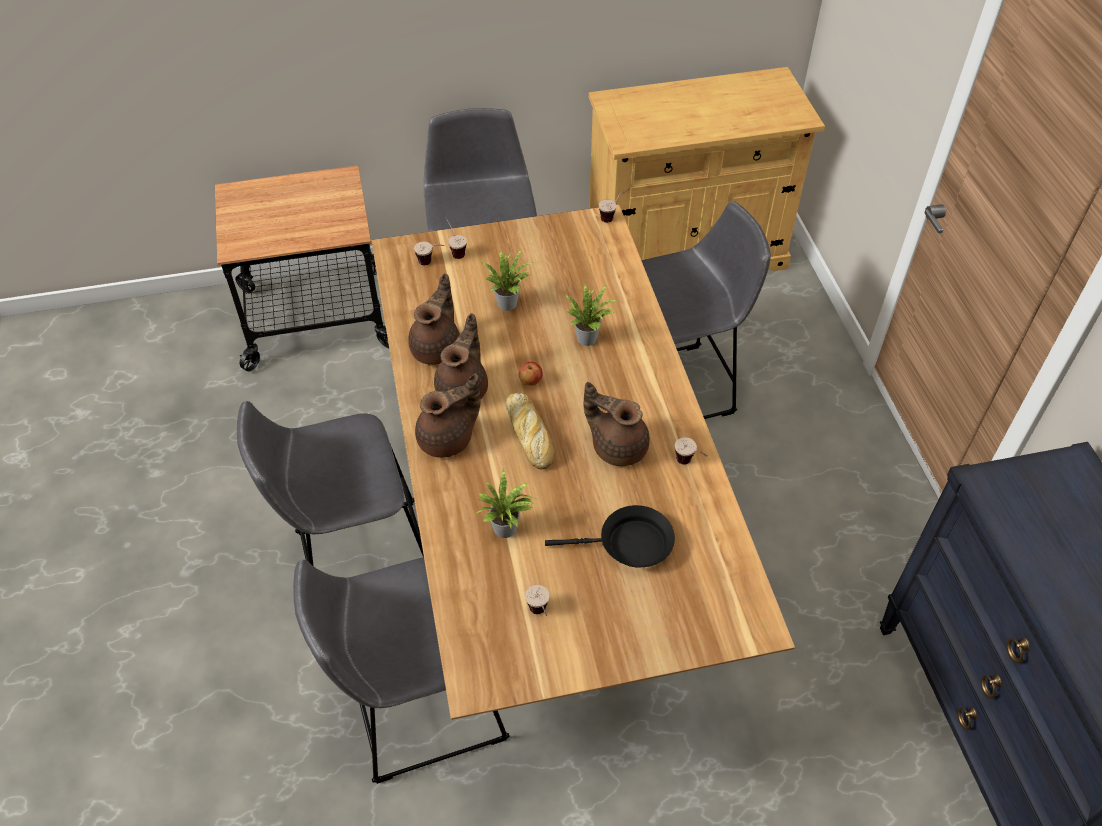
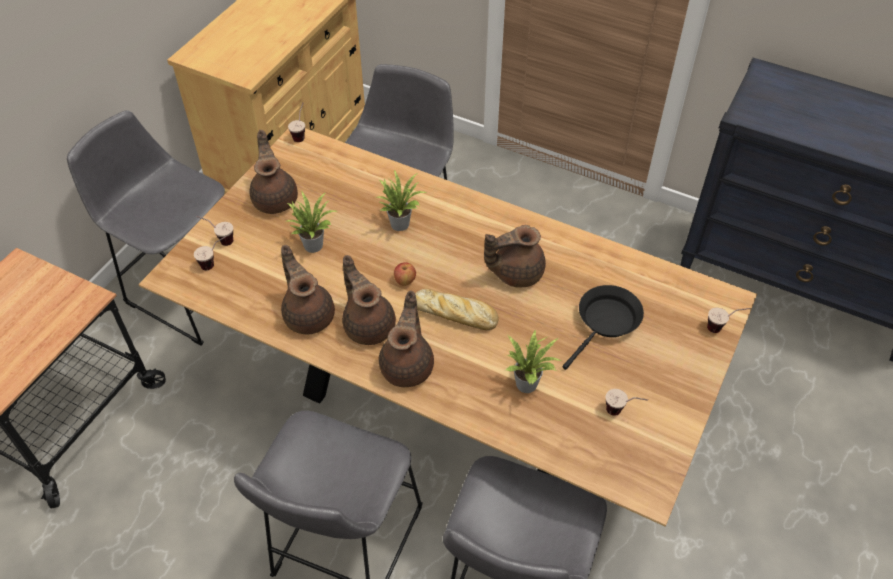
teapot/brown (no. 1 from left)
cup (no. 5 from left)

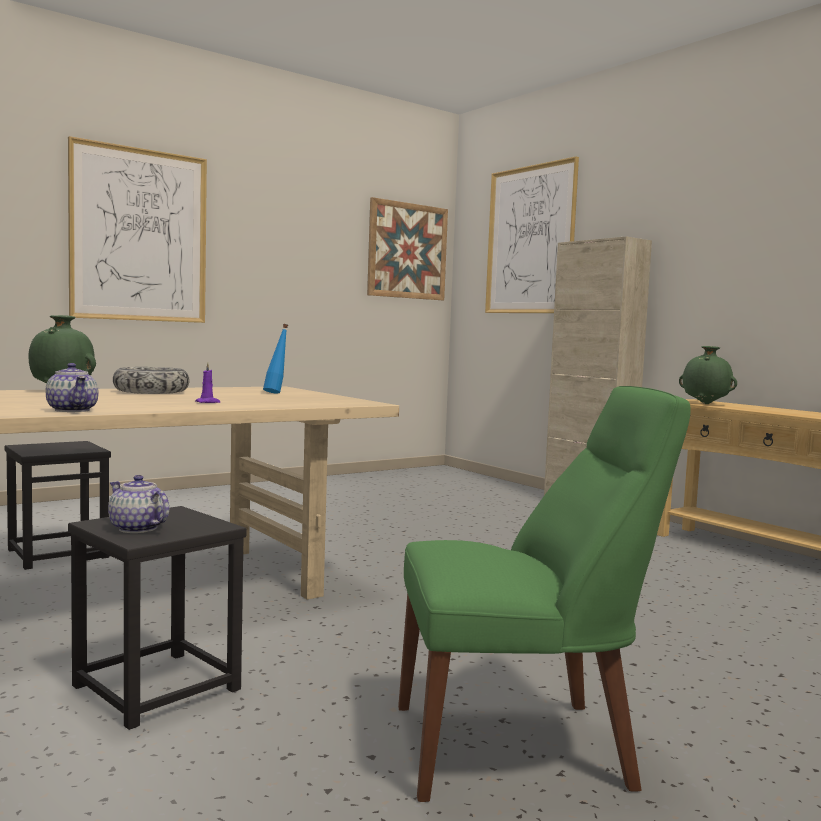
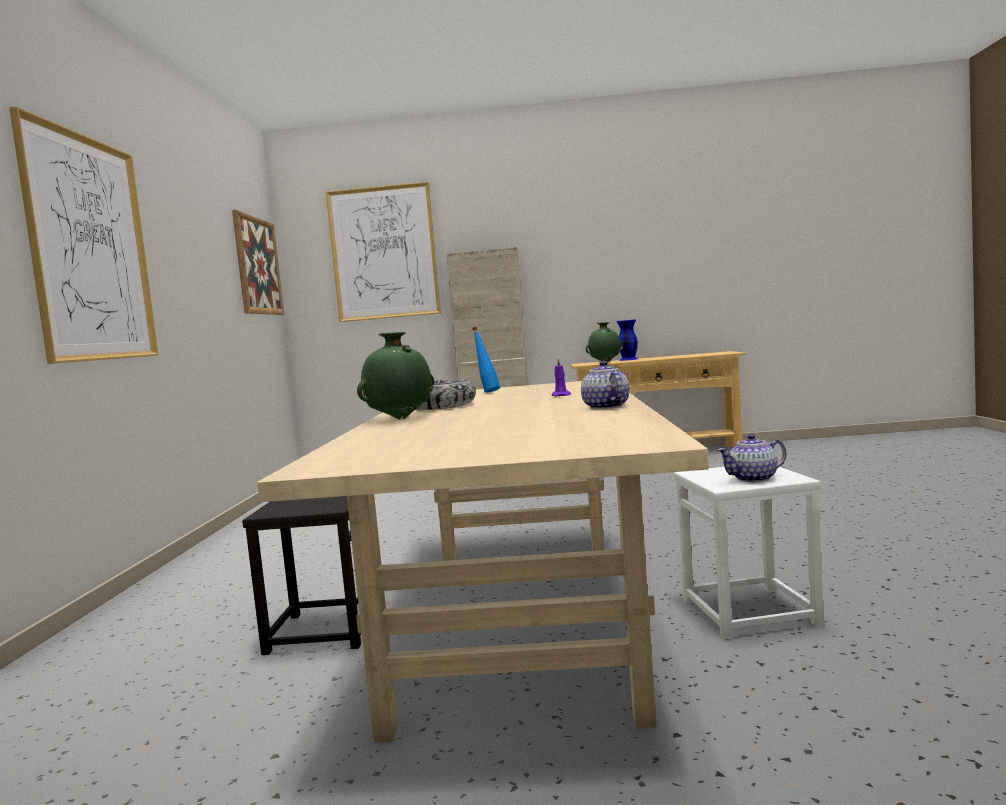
chair/green
vase/blue
stool/white
teapot (no. 1 from left)

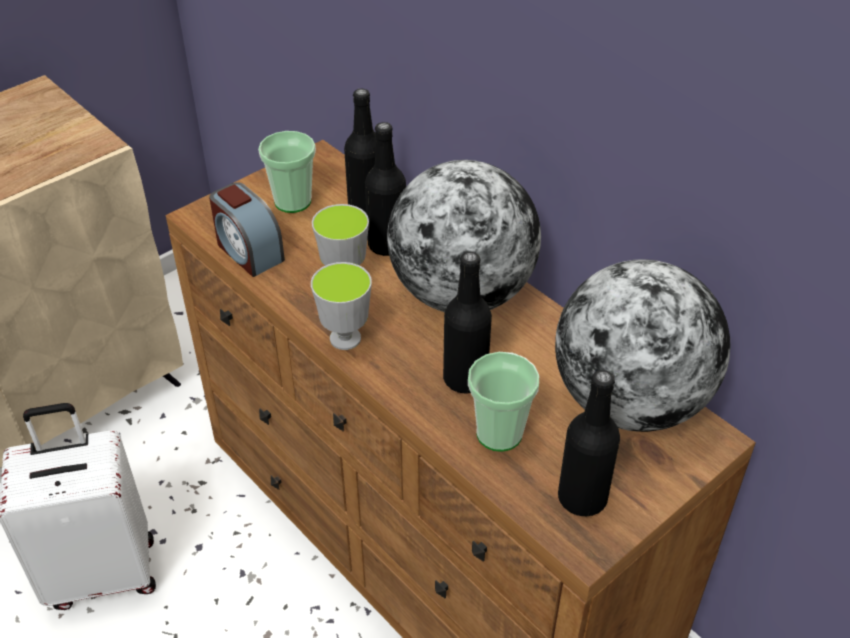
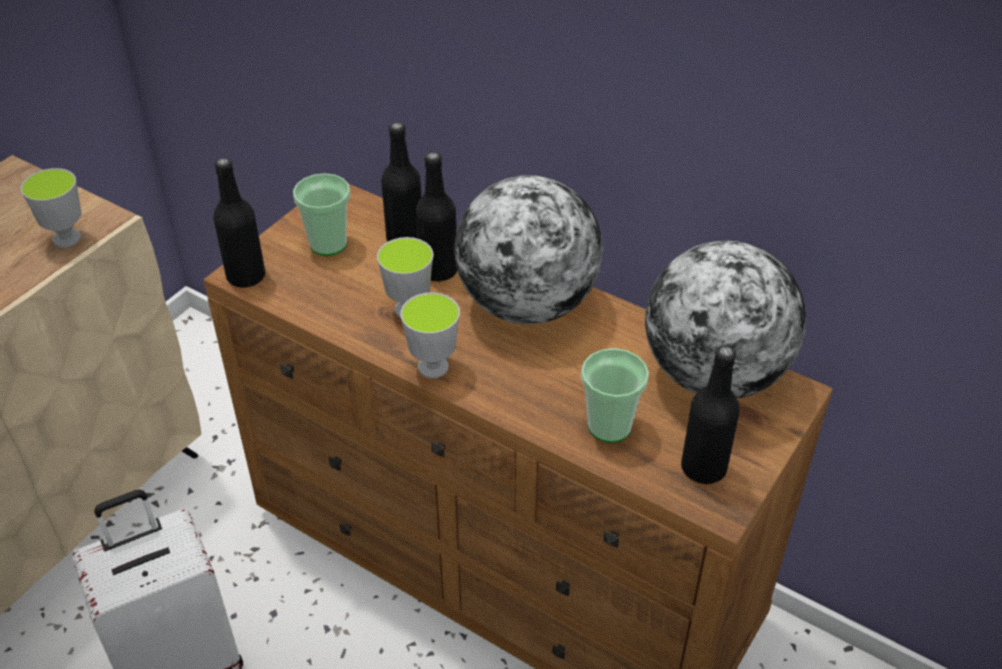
alarm clock
cup (no. 1 from left)
bottle/black (no. 1 from left)

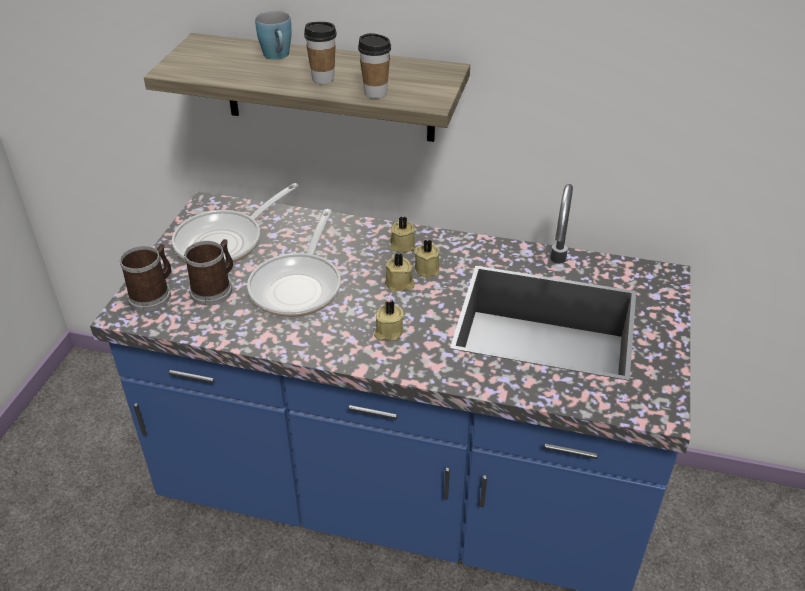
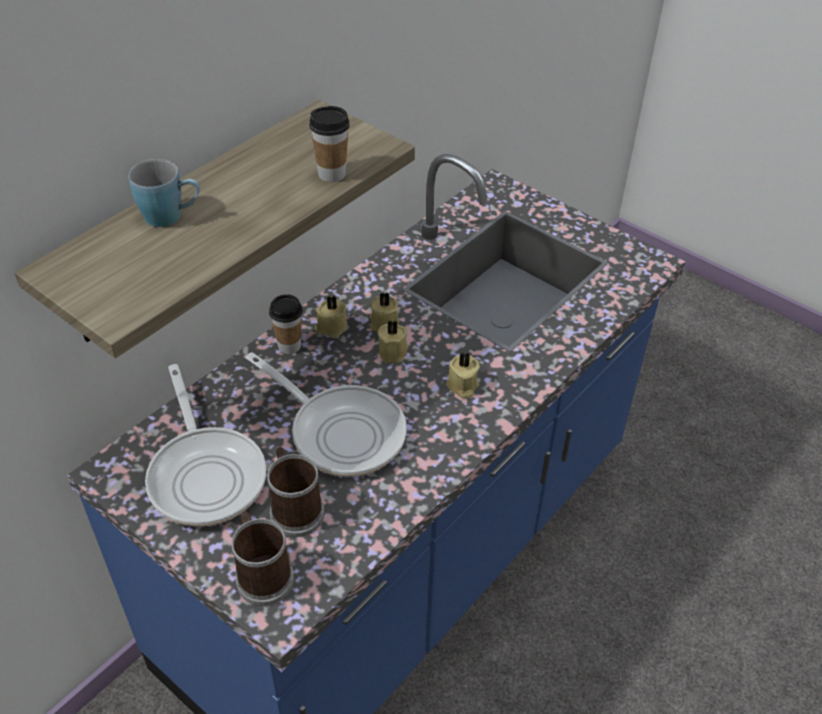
cup (no. 1 from left)

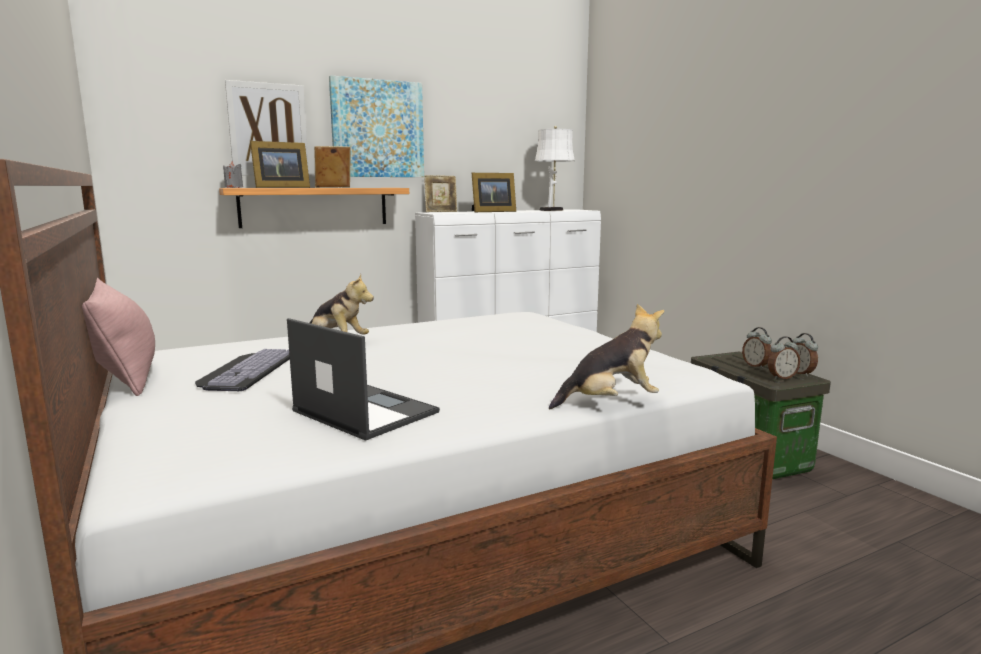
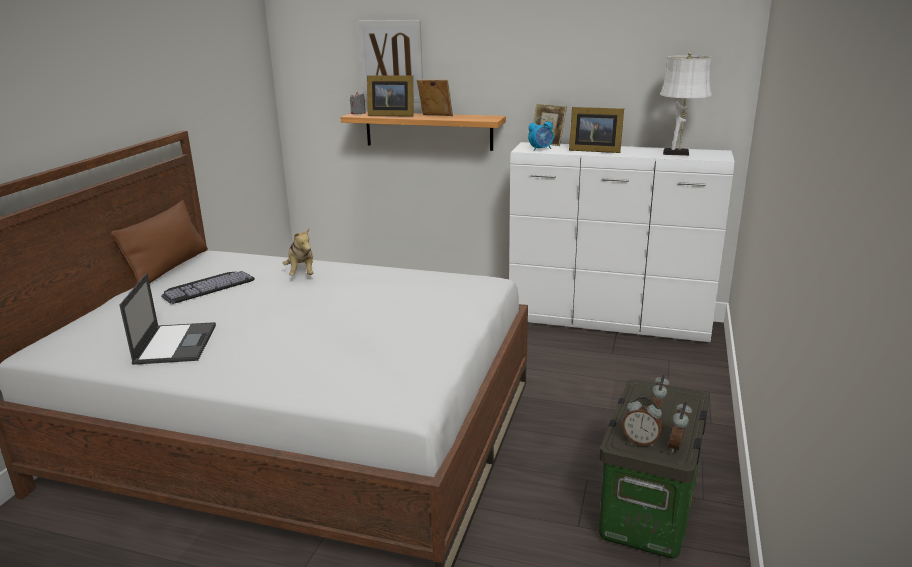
picture (no. 2 from left in the first image)
plush toy (no. 2 from left in the first image)
alarm clock (no. 1 from left)
pillow/brown

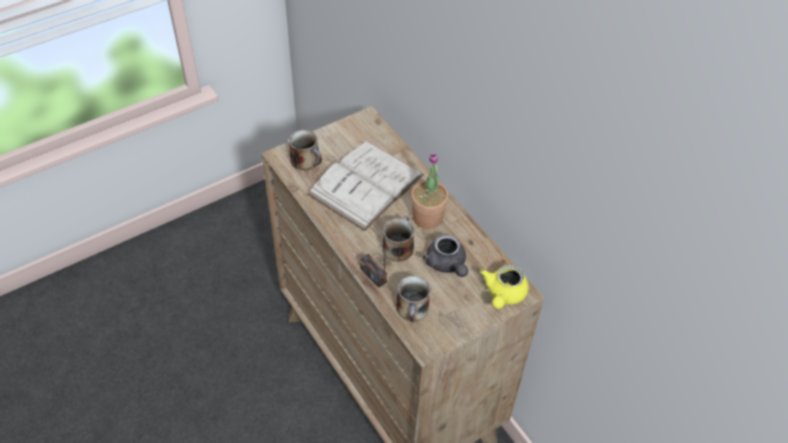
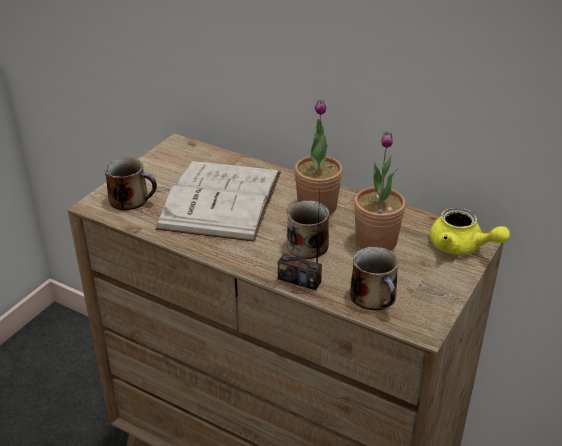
potted plant (no. 2 from left)
teapot/yellow

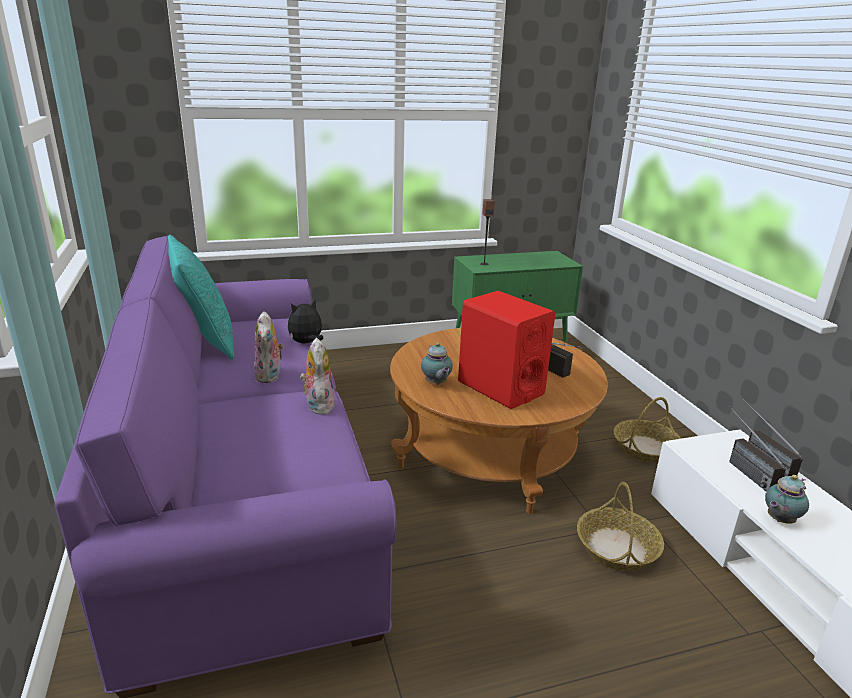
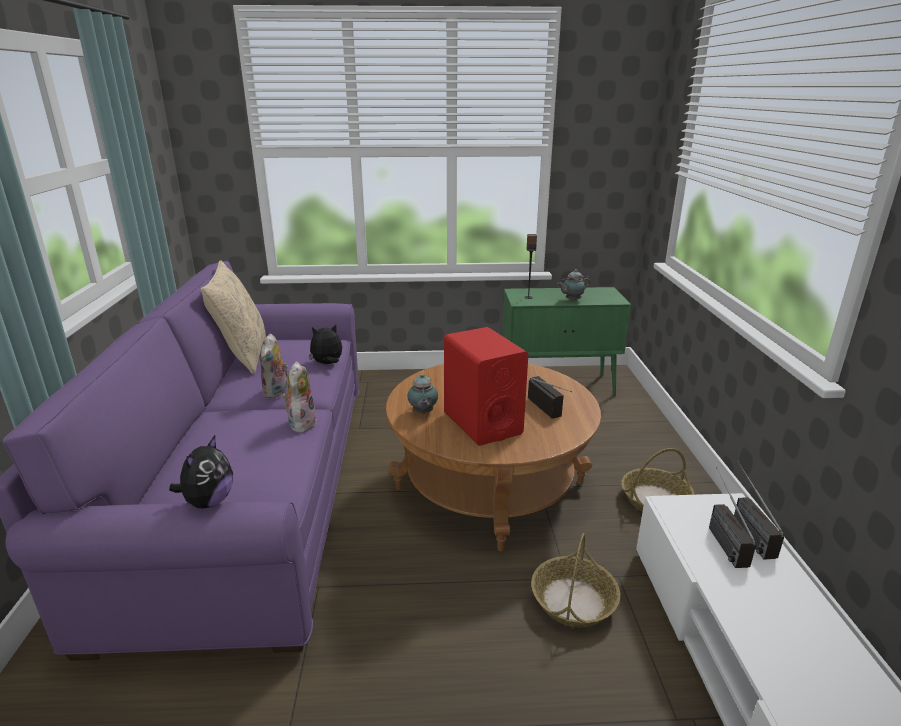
plush toy (no. 1 from left)
teapot (no. 2 from left)
pillow/beige

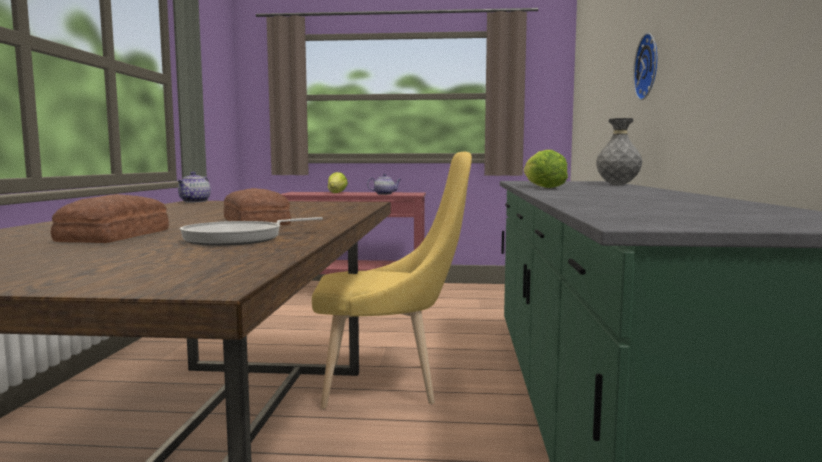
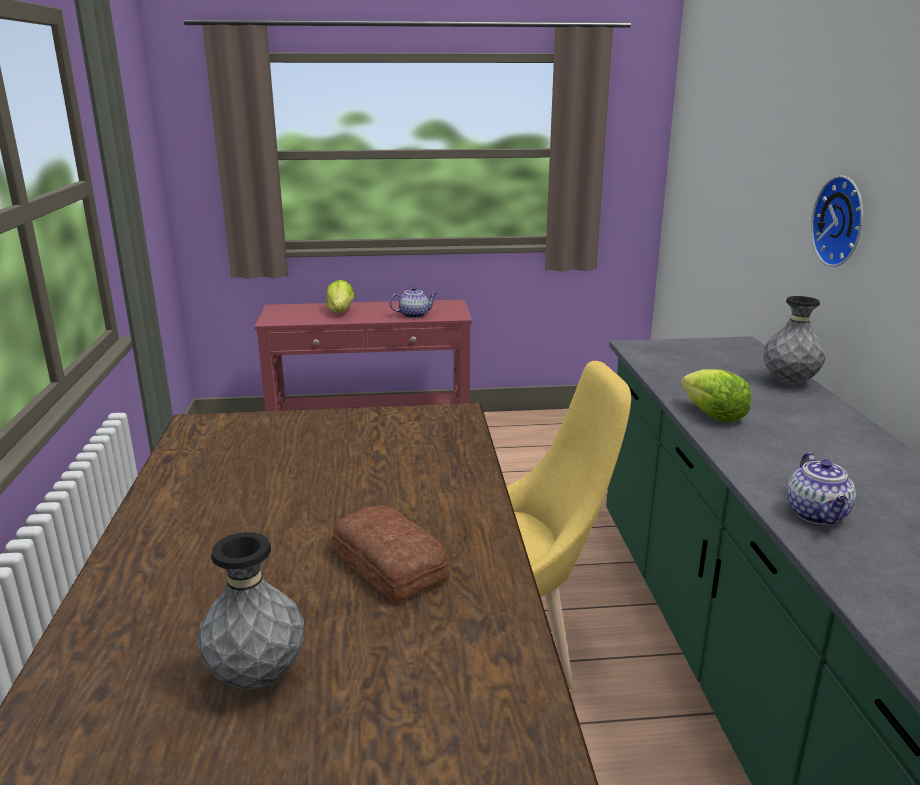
frying pan
teapot (no. 2 from left)
vase/grey (no. 1 from left)

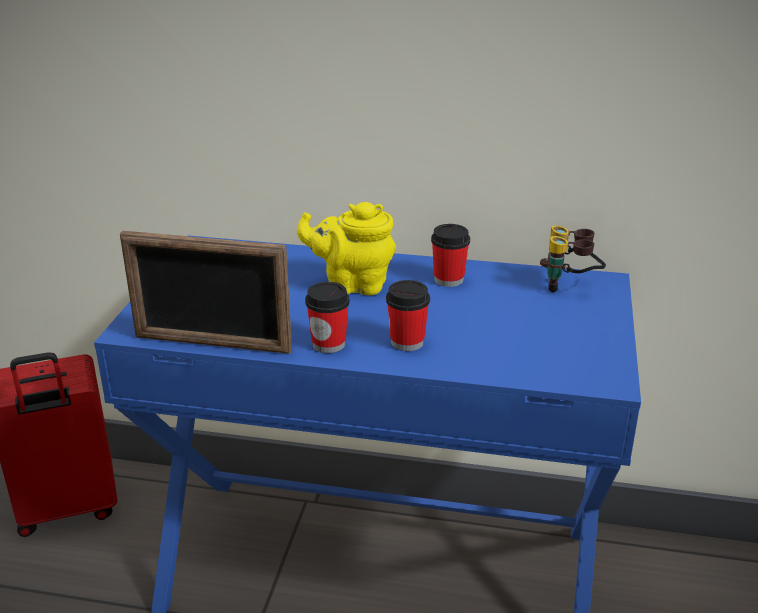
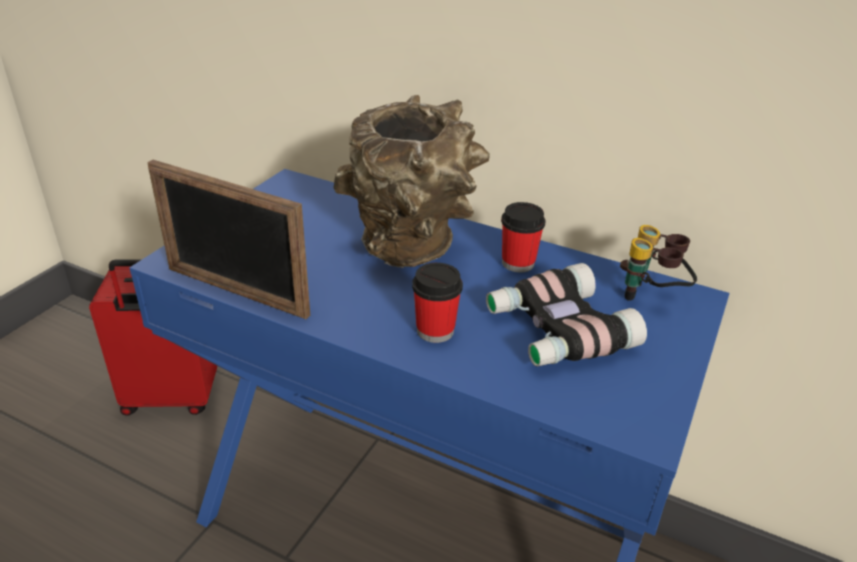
cup (no. 1 from left in the first image)
binoculars (no. 1 from left)
vase/brown

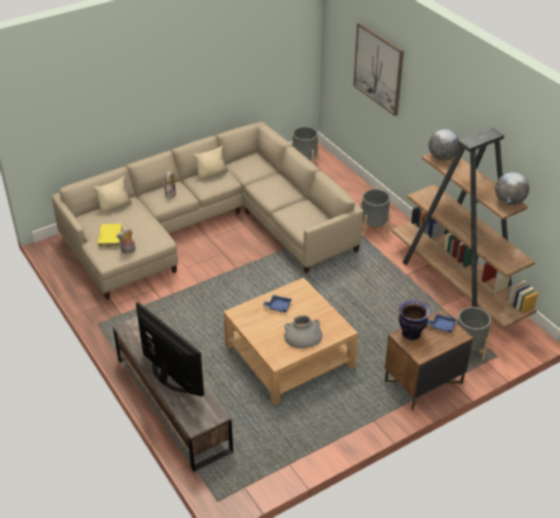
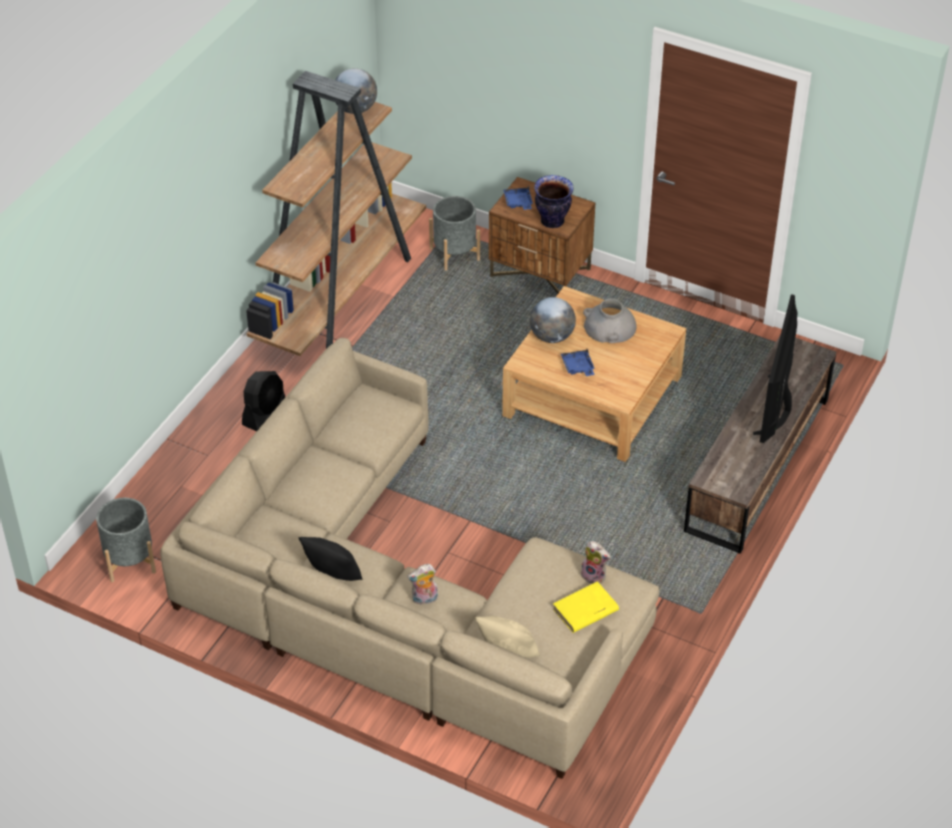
picture
globe (no. 2 from left)
fan/black
pillow/black

